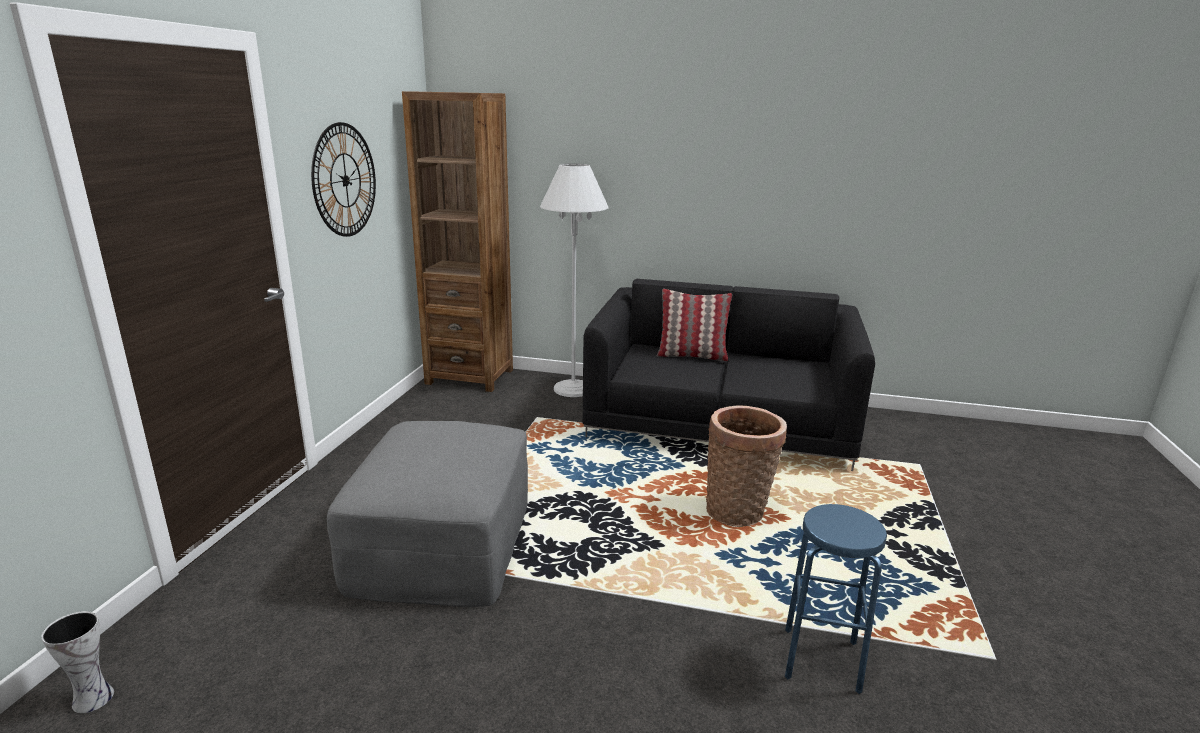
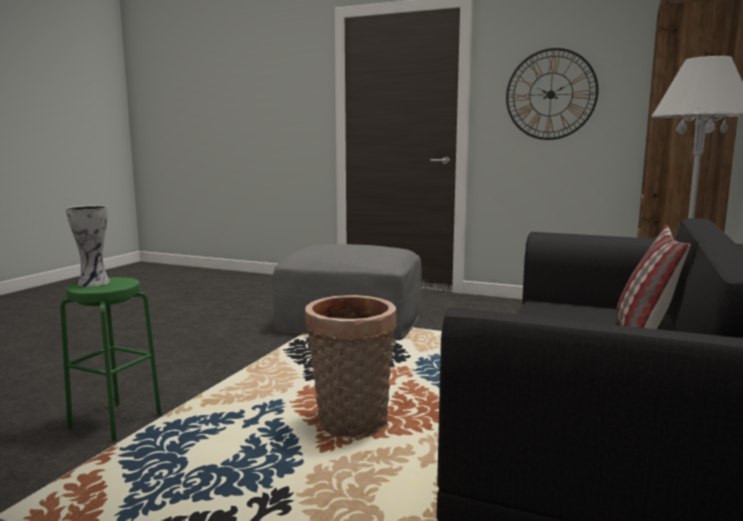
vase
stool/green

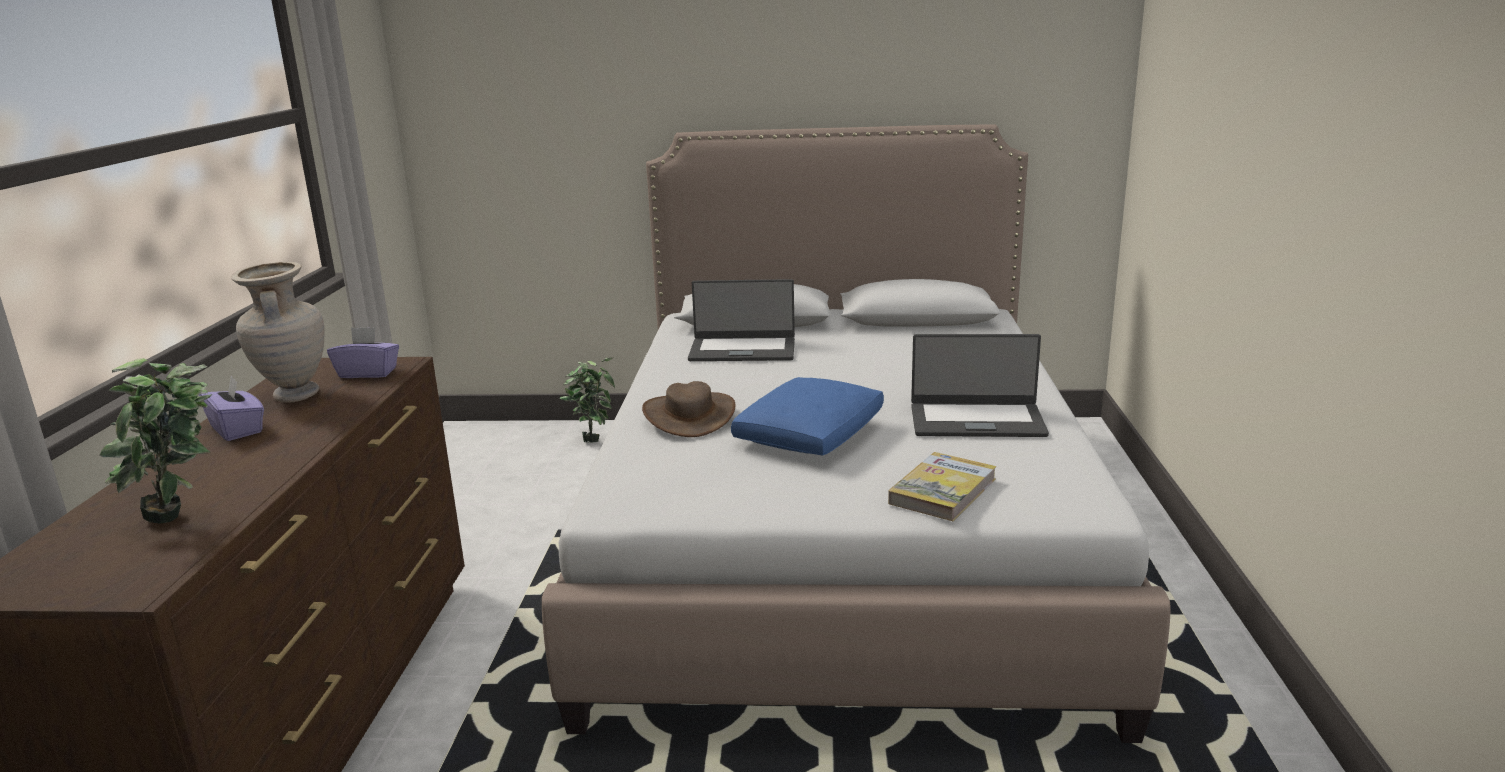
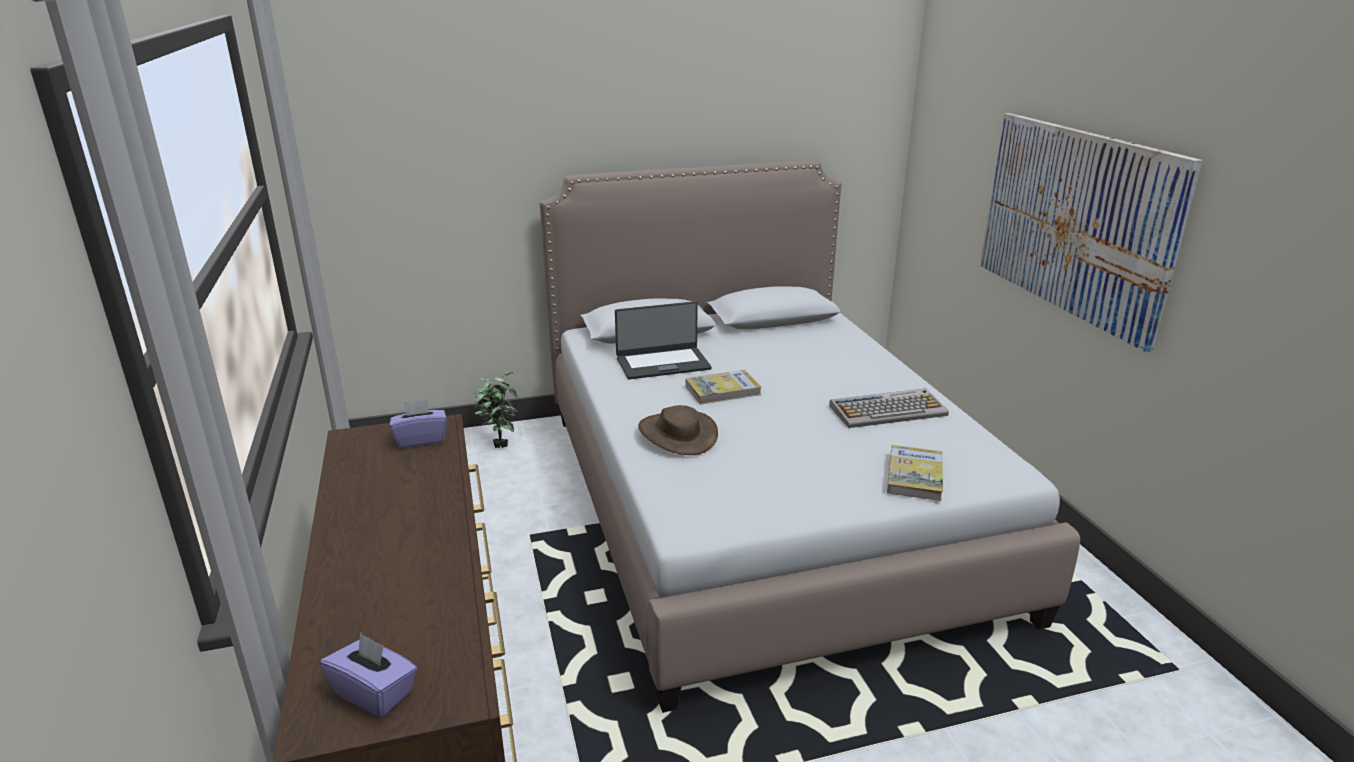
potted plant (no. 1 from left in the first image)
vase/beige
pillow/blue
book (no. 1 from left)
picture
tissue box/purple (no. 1 from left)
keyboard

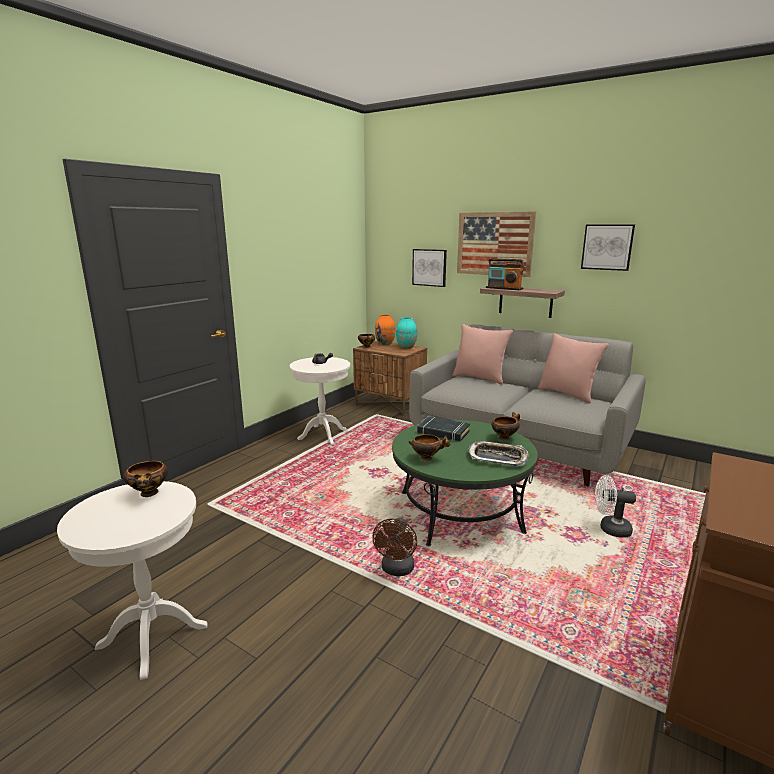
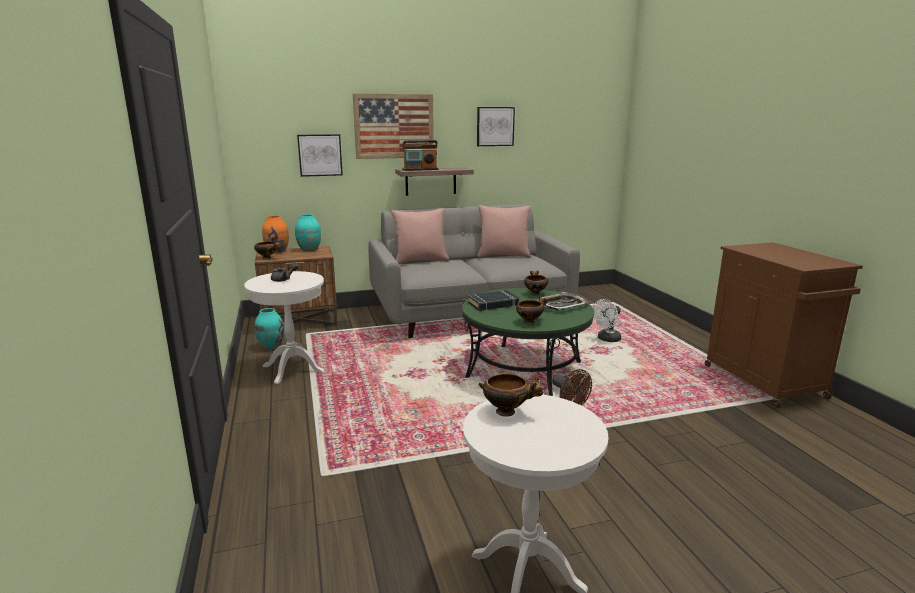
vase/turquoise (no. 1 from left)

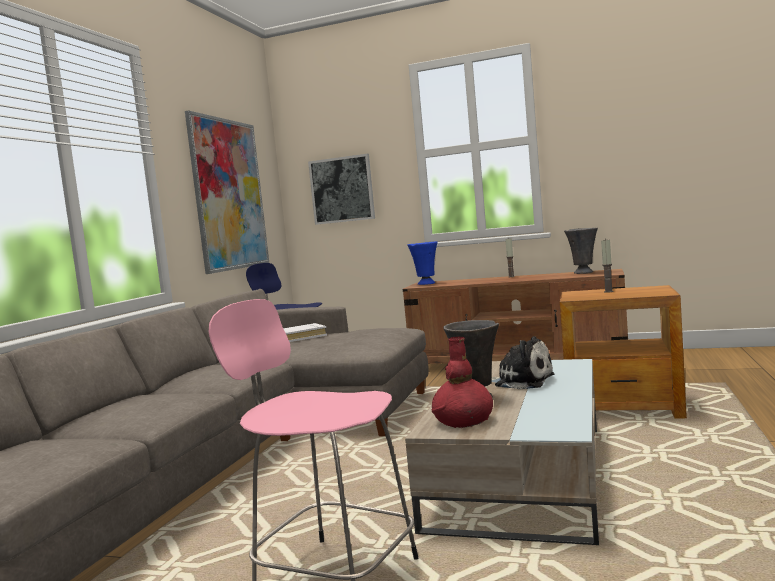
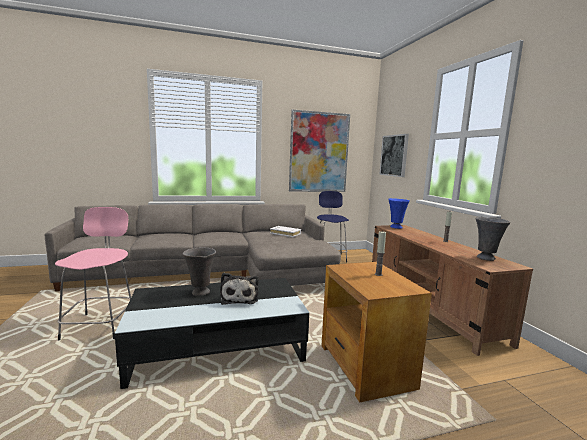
vase/red
coffee table/black

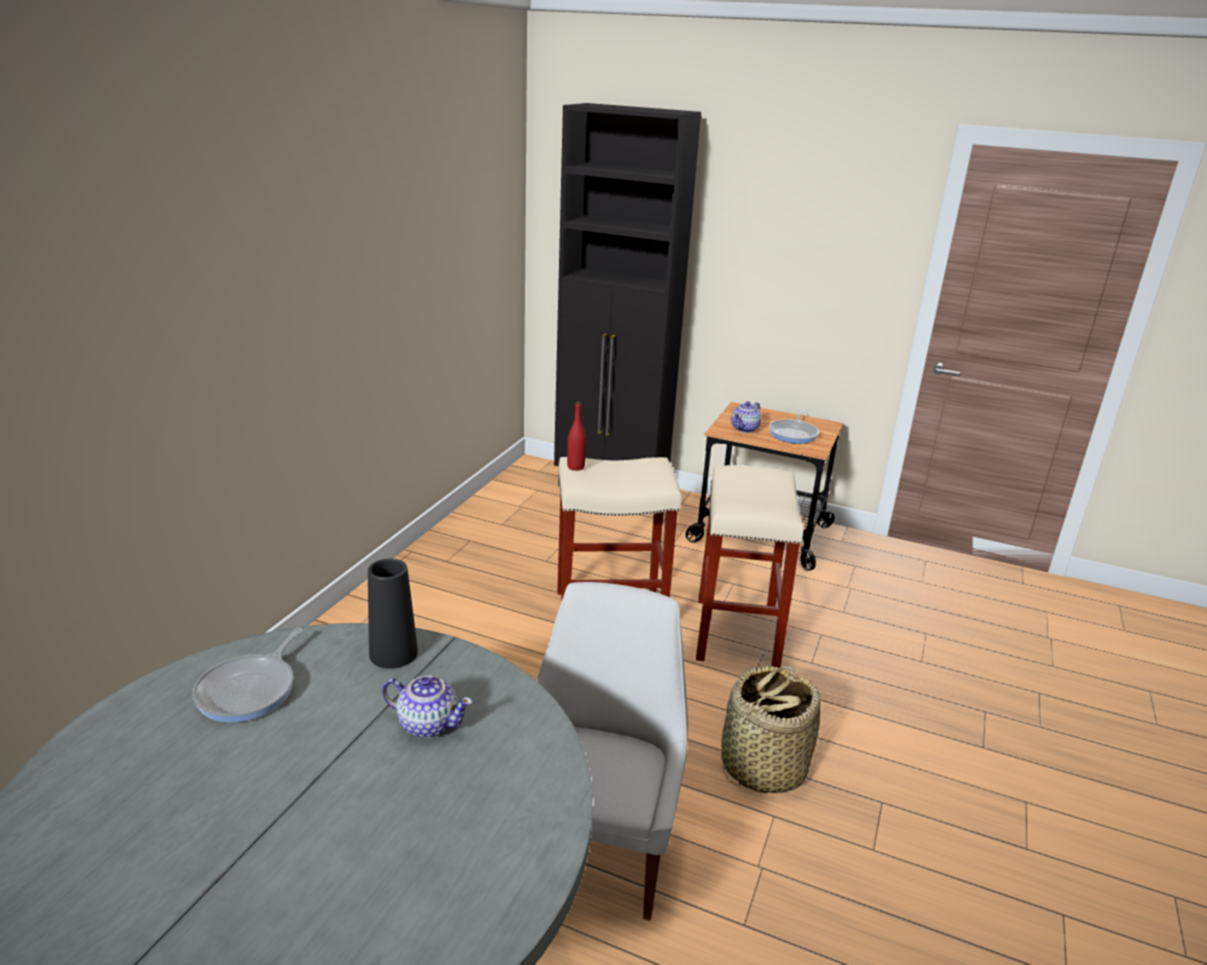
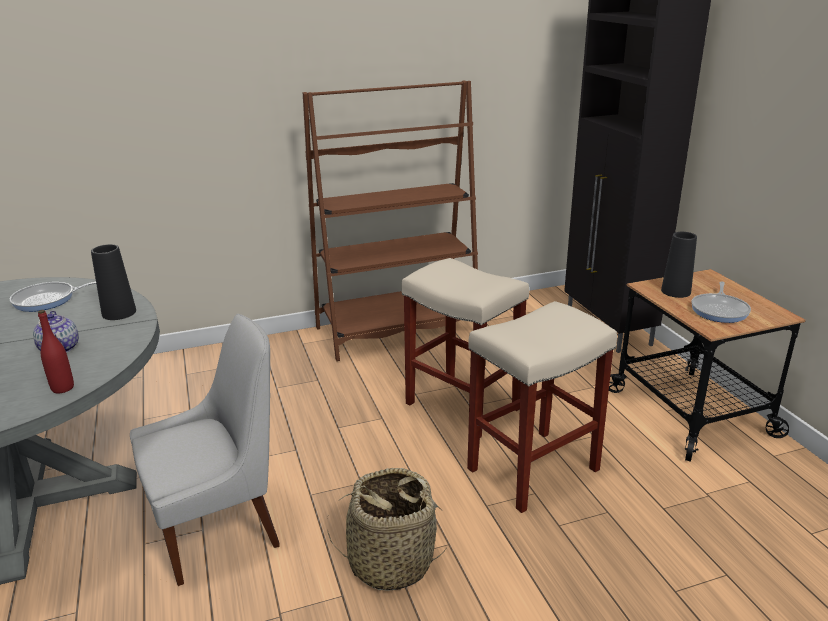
bookcase/brown
bottle/red
vase/black (no. 2 from left)
frying pan (no. 2 from left)

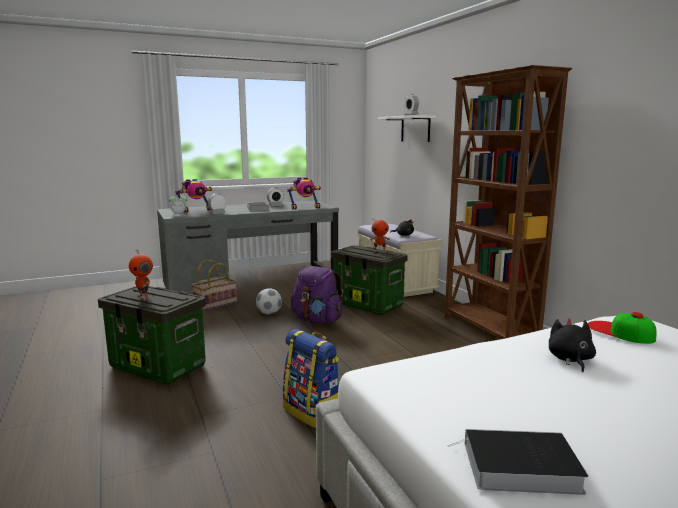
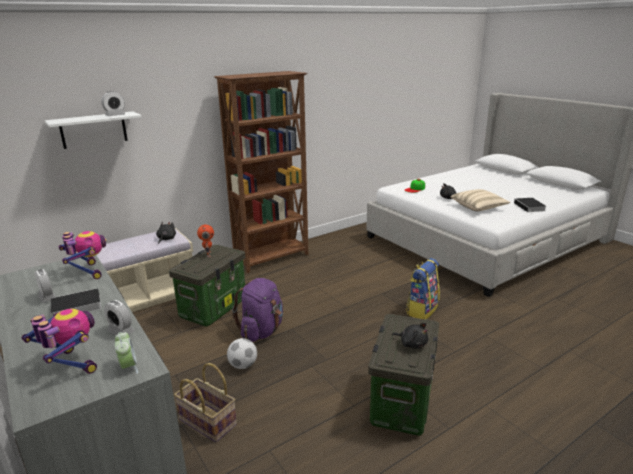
pillow/beige
plush toy/black (no. 2 from left)

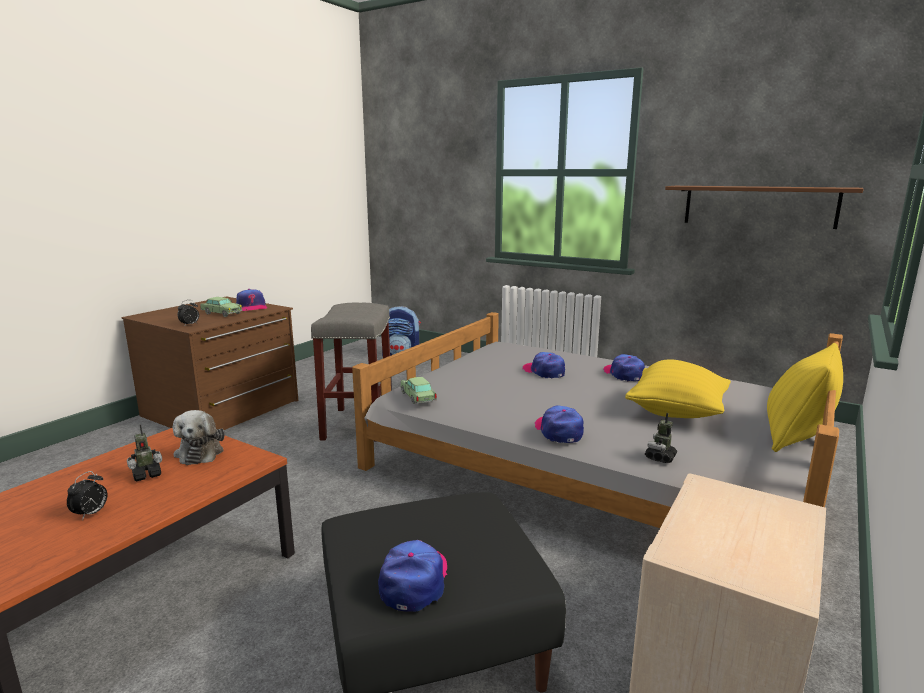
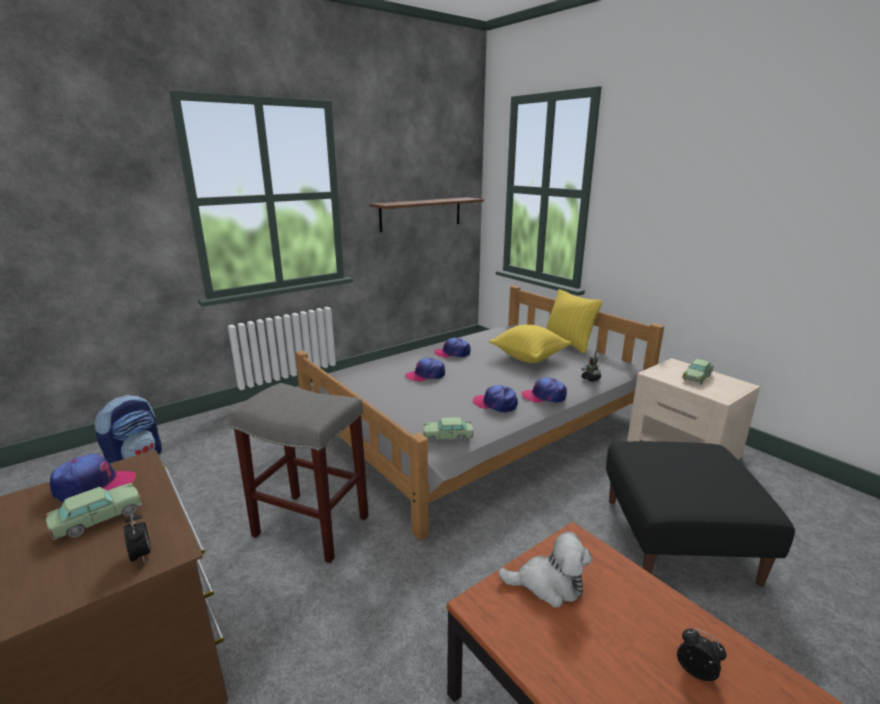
toy robot (no. 1 from left in the first image)
toy car (no. 3 from left)
cap (no. 4 from left)

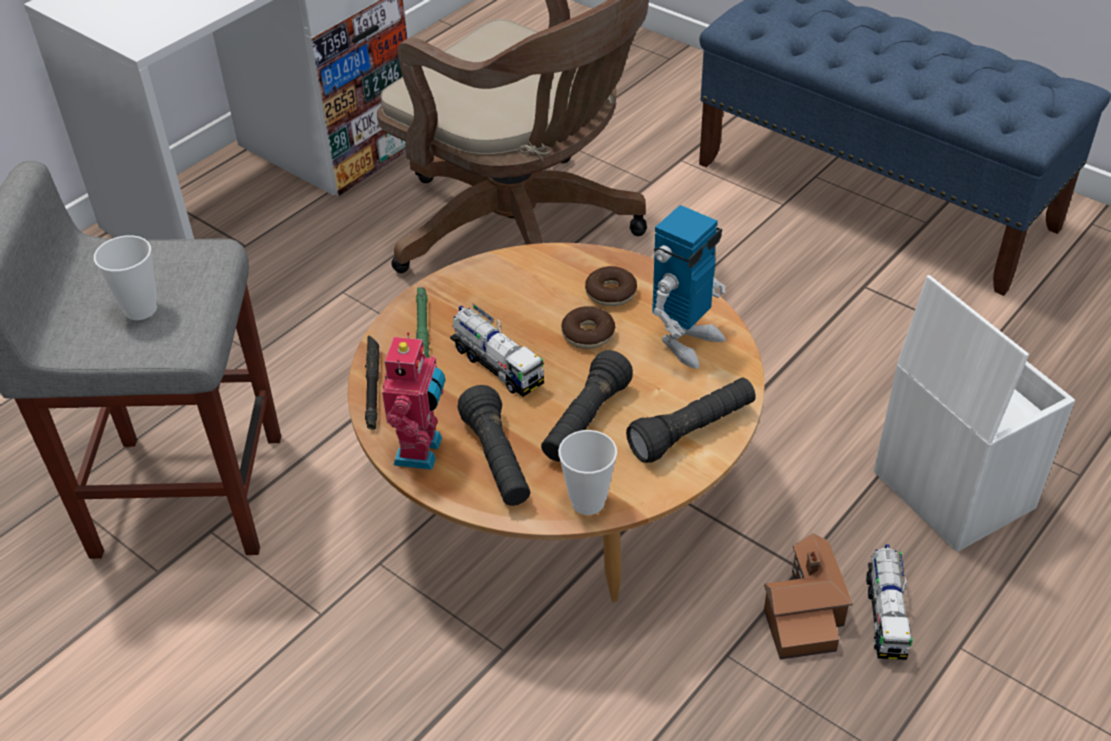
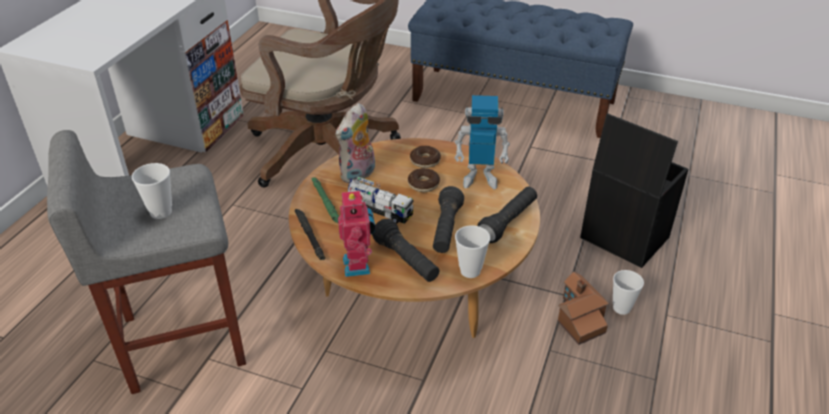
plush toy
cup (no. 3 from left)
storage box/black
toy robot (no. 2 from left)

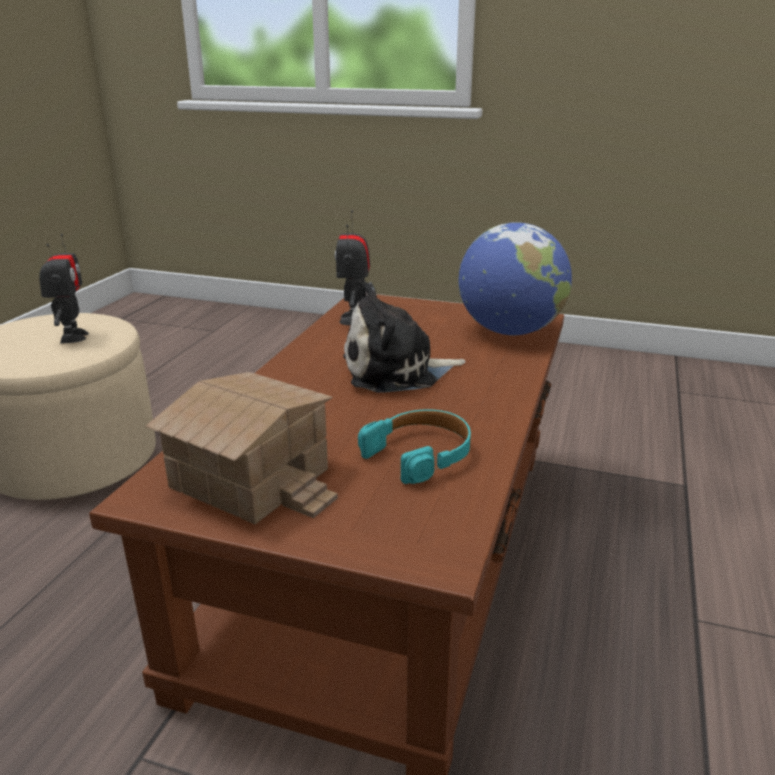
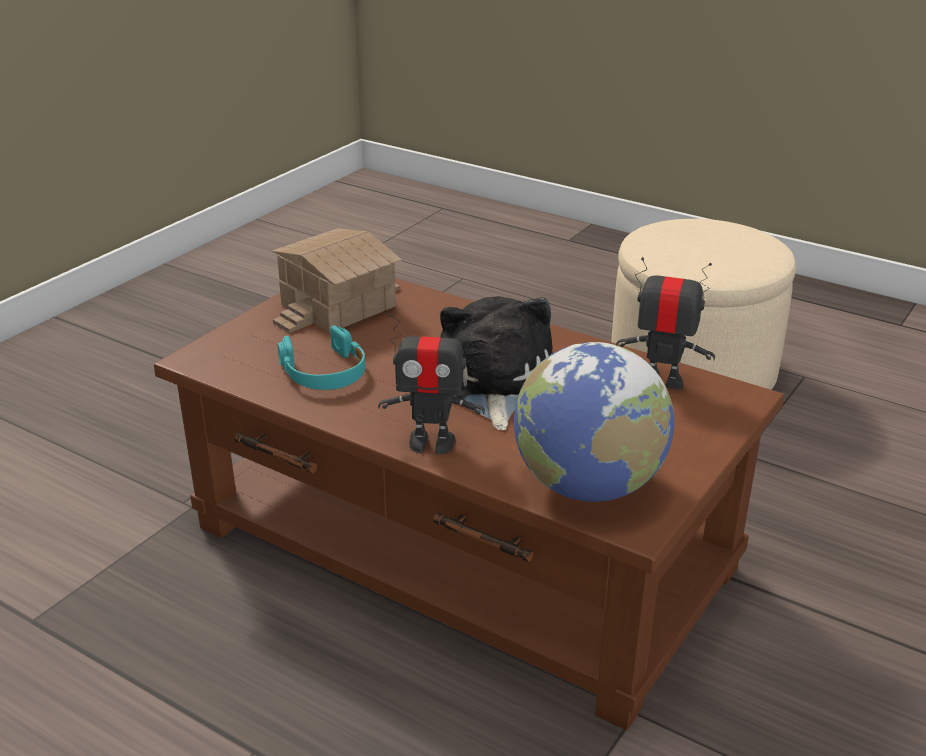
toy robot (no. 1 from left)

